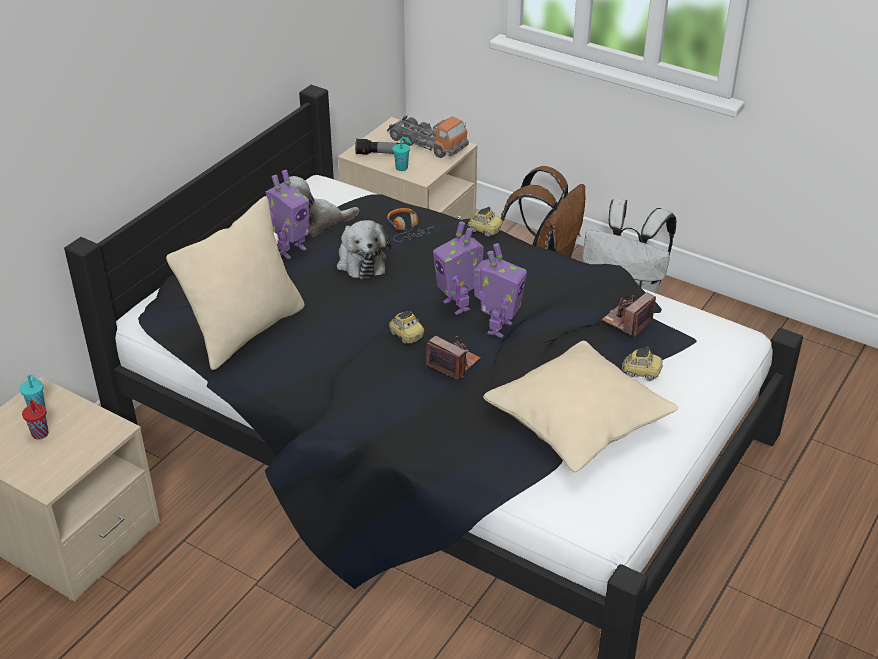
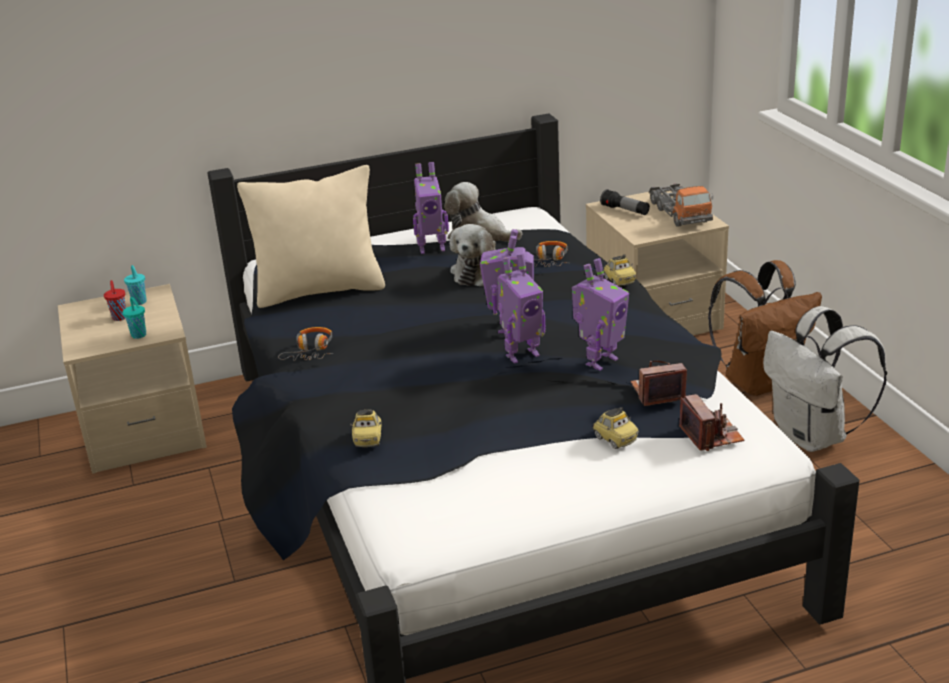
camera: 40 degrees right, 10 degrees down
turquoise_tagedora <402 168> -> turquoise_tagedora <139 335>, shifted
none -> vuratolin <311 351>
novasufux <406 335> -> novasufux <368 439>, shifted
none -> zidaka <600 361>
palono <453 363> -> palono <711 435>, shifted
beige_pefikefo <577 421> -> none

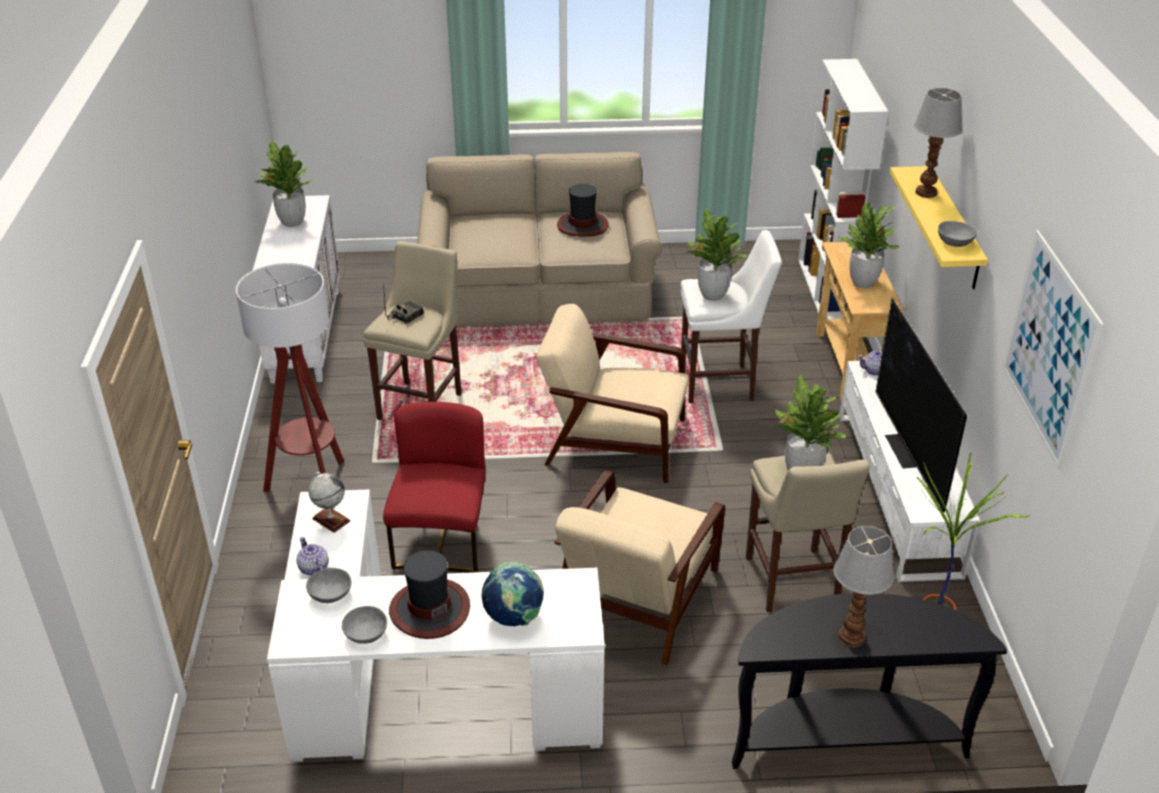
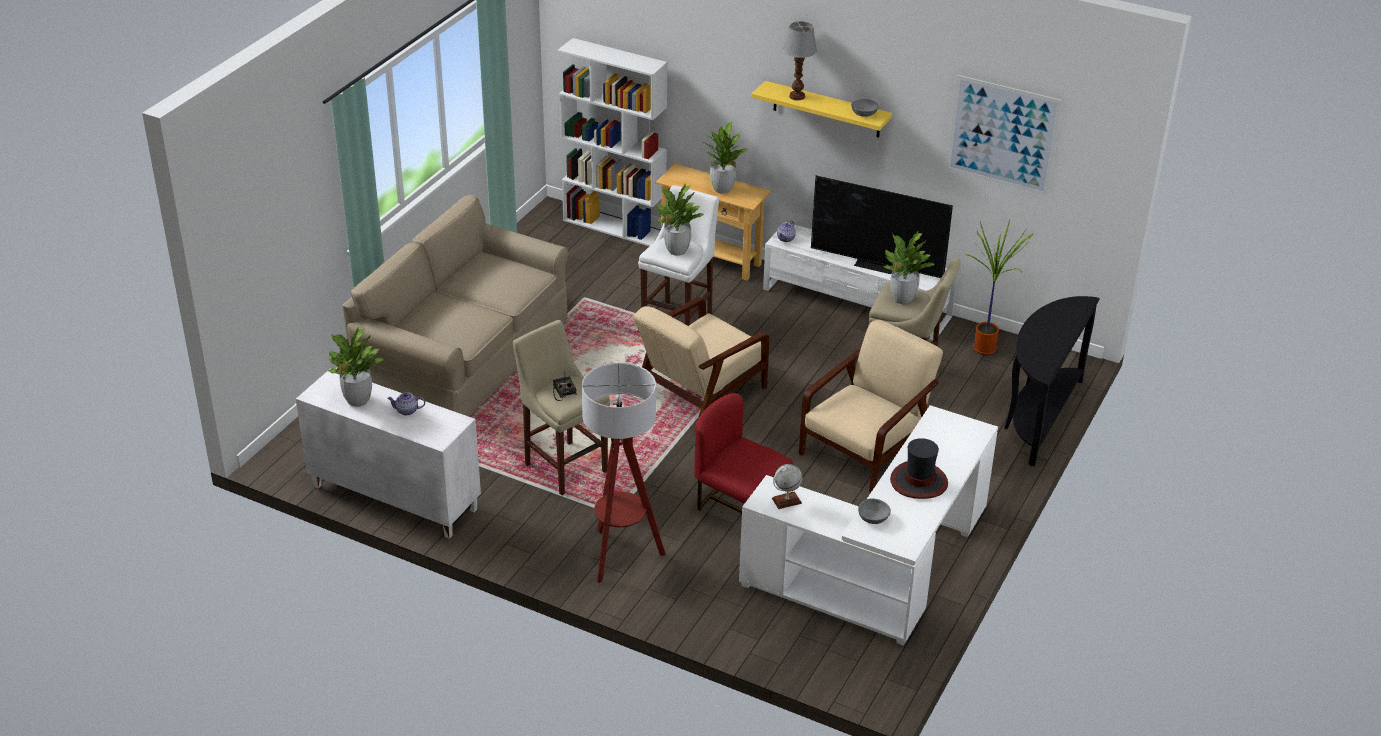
camera: 60 degrees left, 0 degrees up
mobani <313 568> -> mobani <407 411>, shifted
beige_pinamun <635 599> -> beige_pinamun <868 447>, 105 degrees counterclockwise
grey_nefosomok <366 633> -> none
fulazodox <514 617> -> none
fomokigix <583 225> -> none
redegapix <852 636> -> none

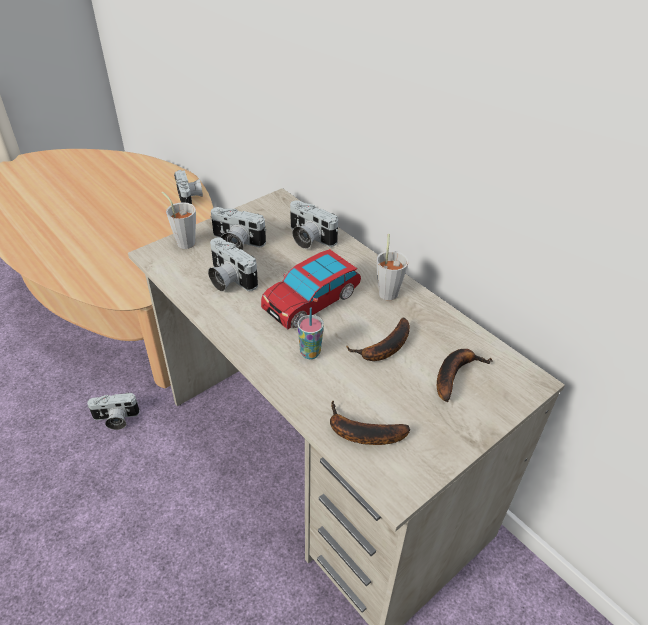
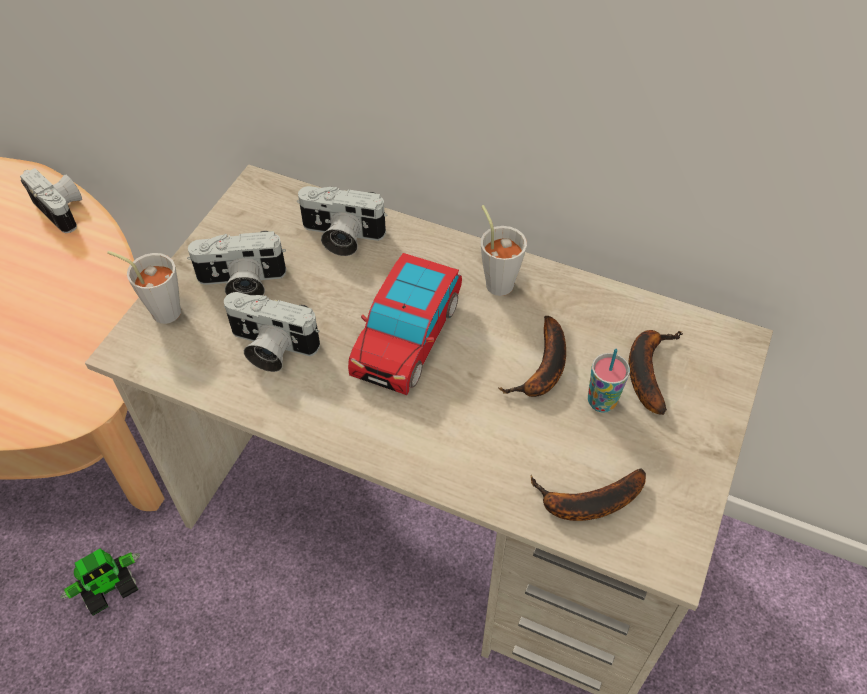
camera: 25 degrees left, 10 degrees up
palono <115 419> -> zidaka <110 588>
tagedora <310 353> -> tagedora <601 402>, shifted

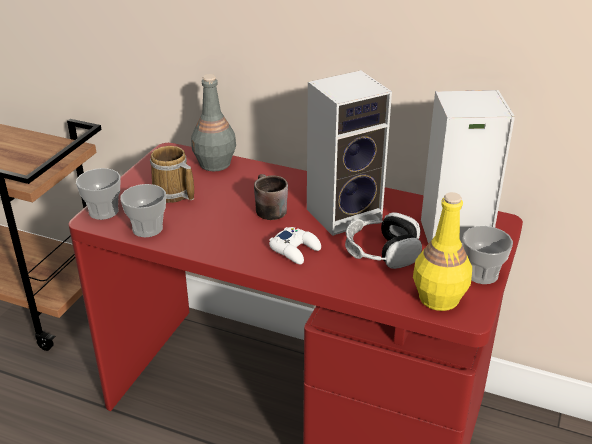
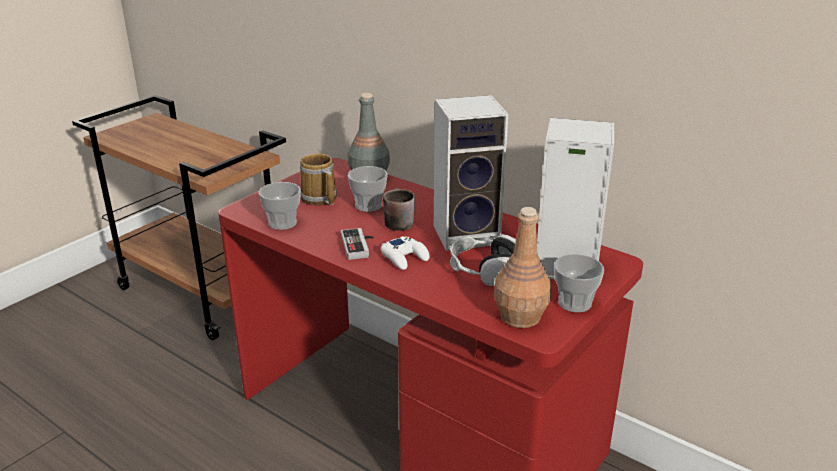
camera: 15 degrees right, 5 degrees down
none -> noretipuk <359 246>
tagedora <103 211> -> tagedora <368 205>, shifted
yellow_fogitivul <438 298> -> brown_fogitivul <519 317>

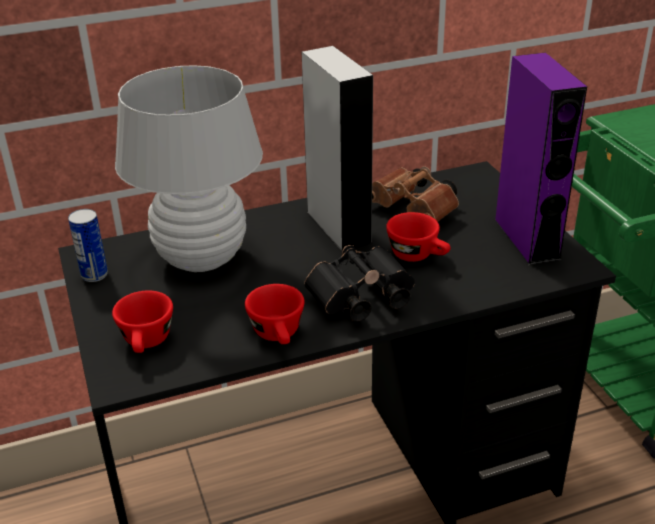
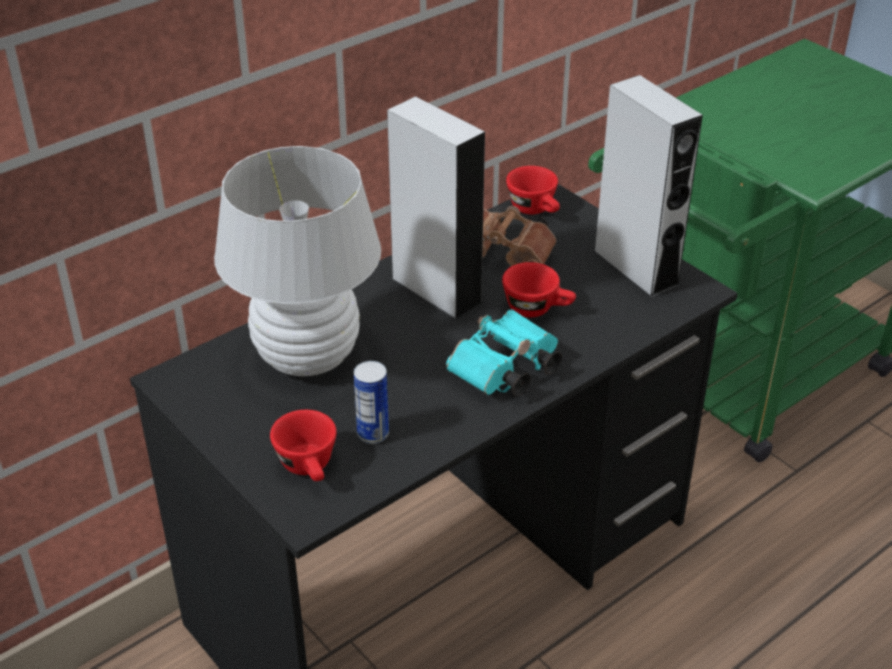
camera: 20 degrees left, 5 degrees up
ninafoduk <94 275> -> ninafoduk <373 434>, shifted
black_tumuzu <359 301> -> turquoise_tumuzu <504 372>
red_tagedora <279 335> -> red_tagedora <536 210>, shifted
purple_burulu <526 239> -> grey_burulu <636 268>

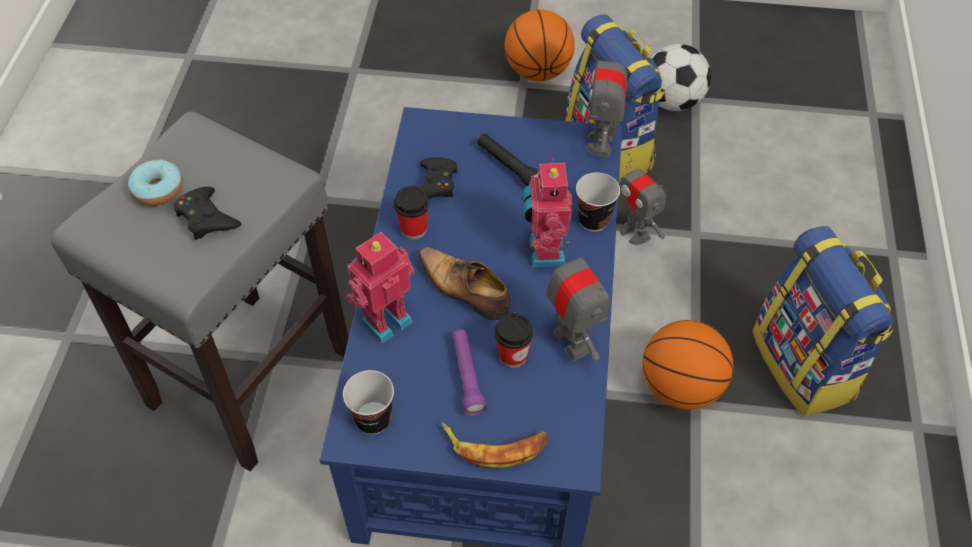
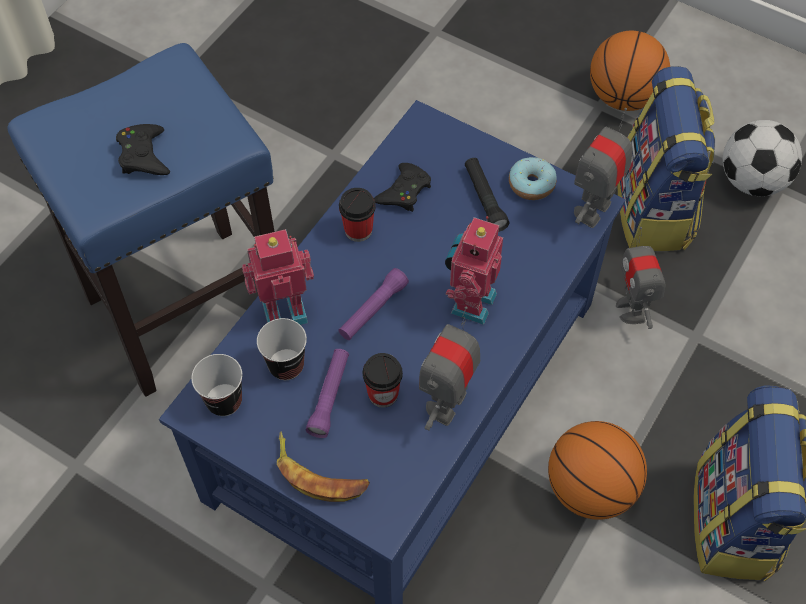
camera: 25 degrees right, 5 degrees up
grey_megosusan <251 375> -> blue_megosusan <190 306>
tagedora <593 220> -> tagedora <286 365>, shifted
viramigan <464 289> -> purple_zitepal <373 310>
zidaka <572 341> -> zidaka <447 404>, 150 degrees counterclockwise
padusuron <158 189> -> padusuron <531 184>, shifted

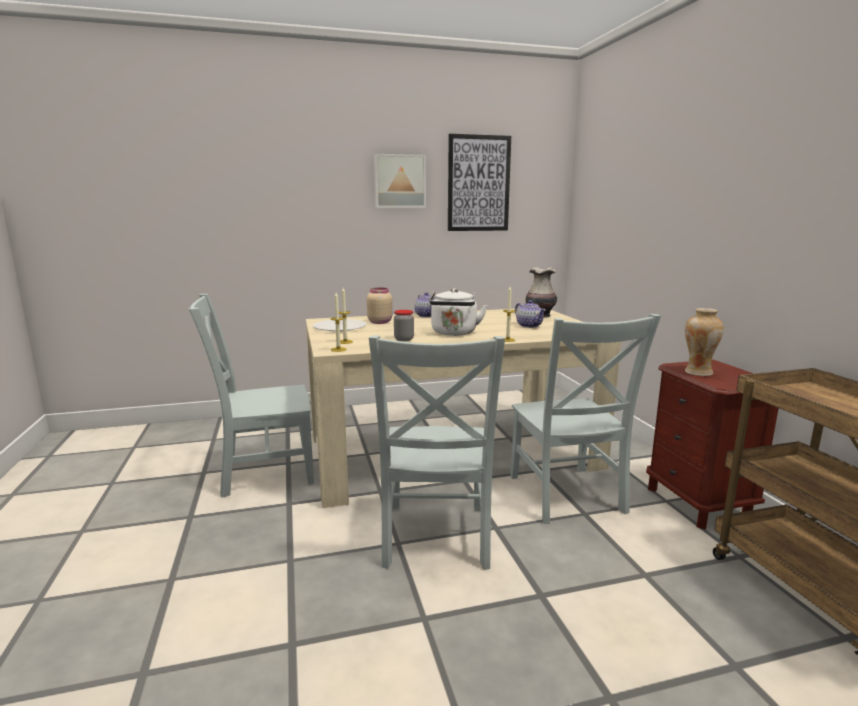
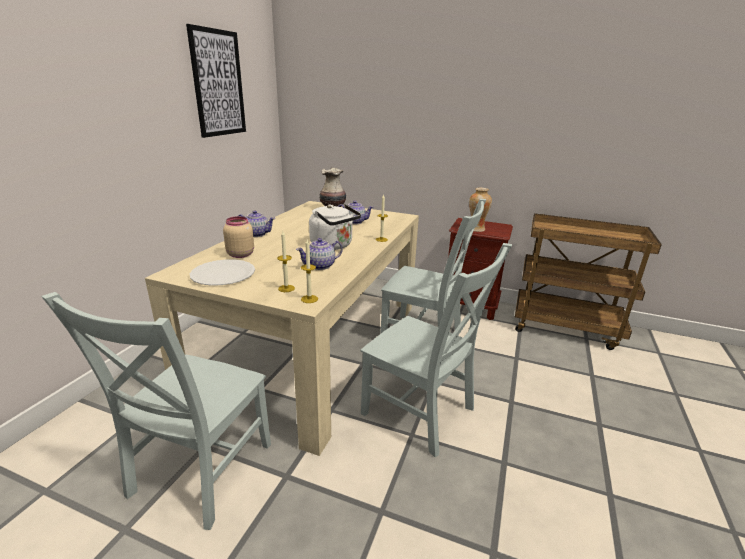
camera: 55 degrees left, 10 degrees up
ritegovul <404 339> -> mobani <320 266>
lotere <399 181> -> none

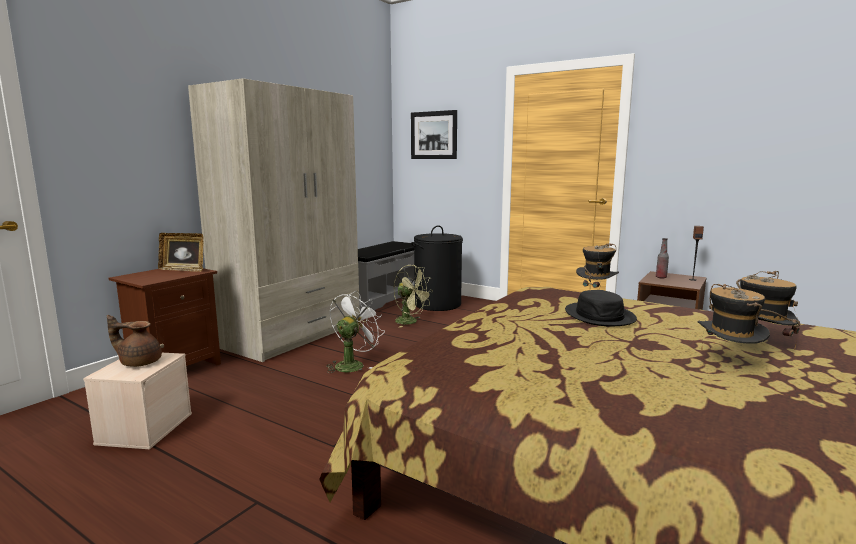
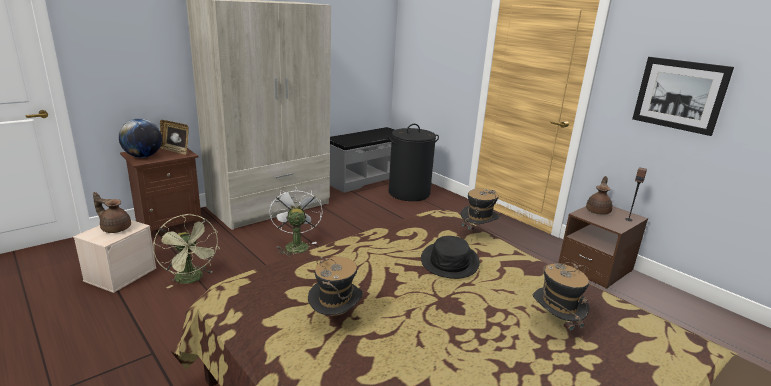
camera: 15 degrees right, 10 degrees up
none -> fulazodox <143 156>
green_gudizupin <411 322> -> green_gudizupin <192 279>, shifted
white_gudizupin <352 364> -> white_gudizupin <295 245>, 60 degrees counterclockwise
fomokigix <727 362> -> fomokigix <335 321>, shifted
fogitivul <661 277> -> brown_mobani <598 211>
lotere <433 135> -> lotere <679 95>, shifted

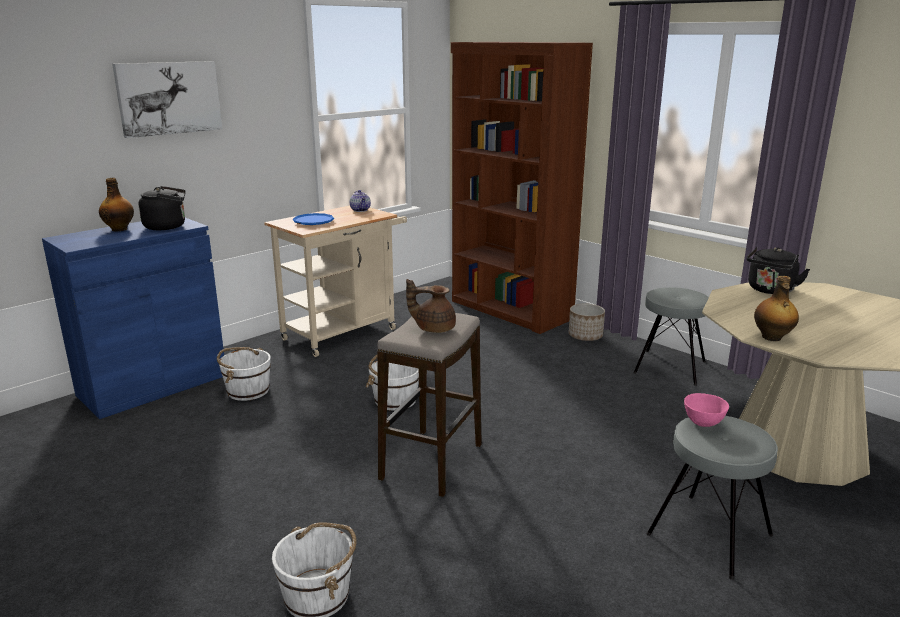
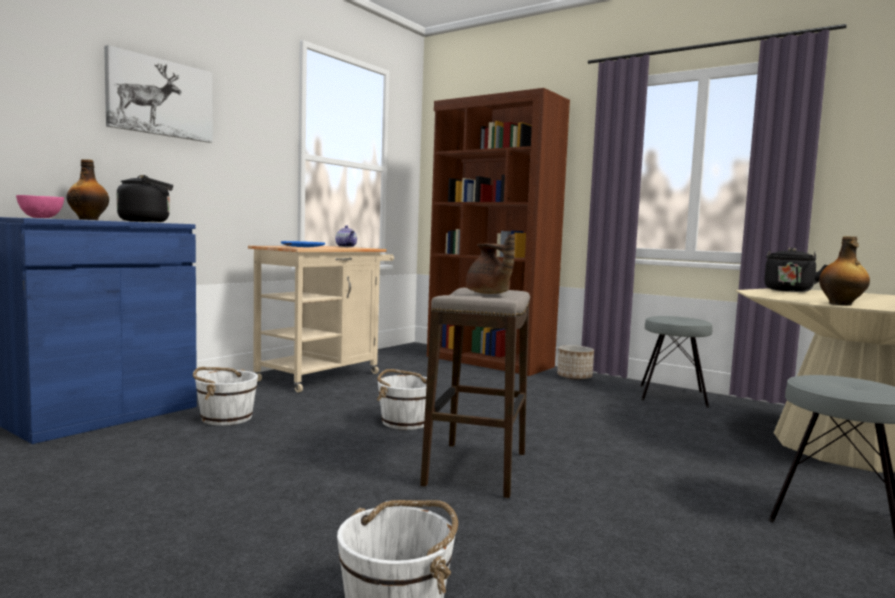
camera: 10 degrees left, 15 degrees down
pink_nefosomok <704 423> -> pink_nefosomok <42 218>, shifted
brown_mobani <433 328> -> brown_mobani <489 293>, 120 degrees counterclockwise

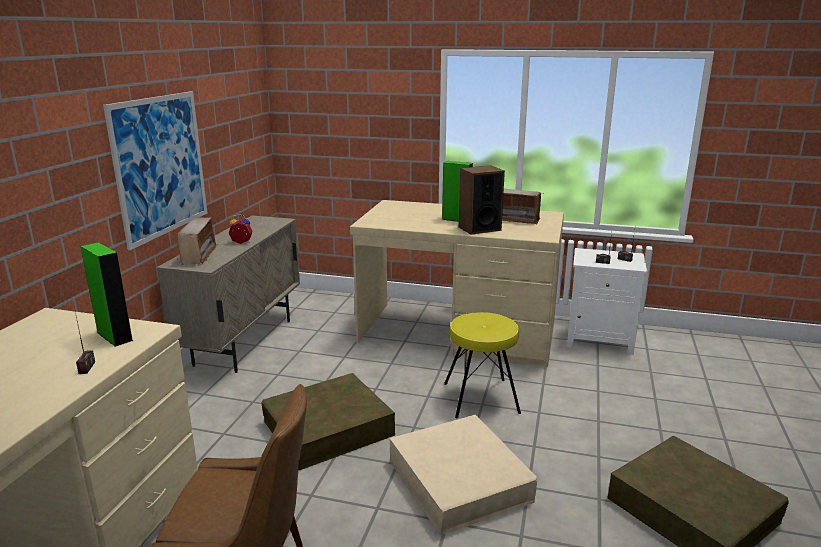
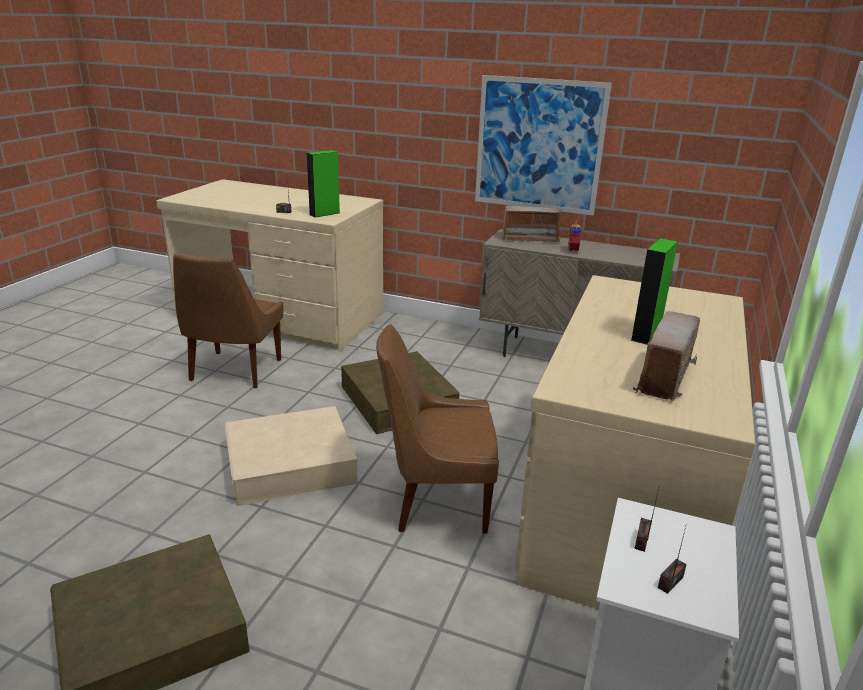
camera: 95 degrees right, 5 degrees up
yellow_megosusan <480 398> -> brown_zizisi <436 500>
burulu <479 228> -> none

